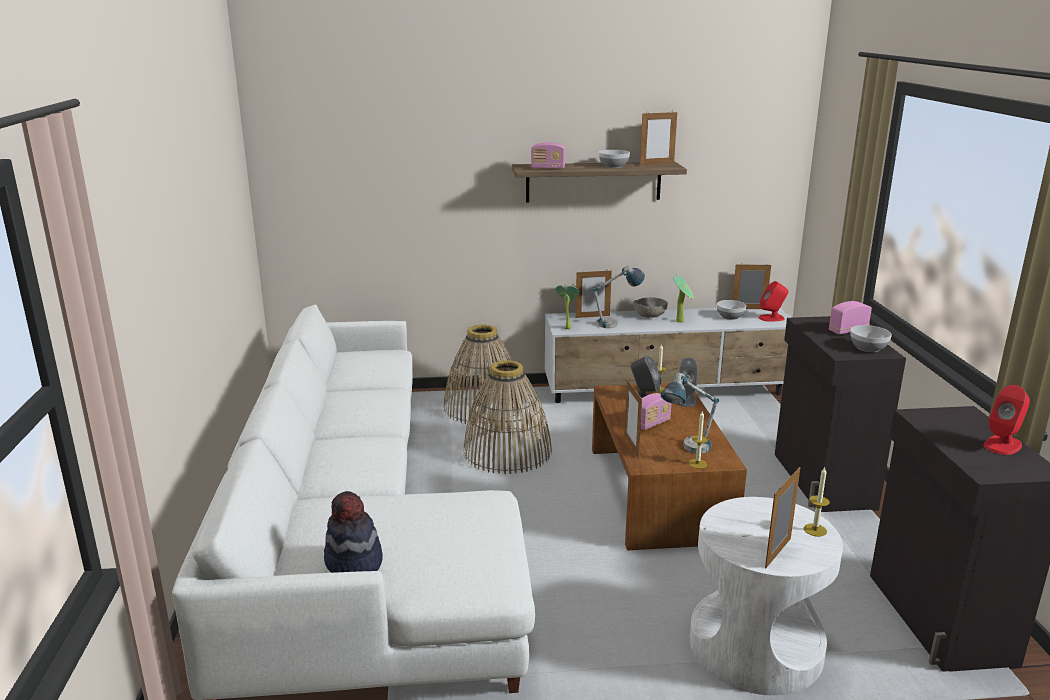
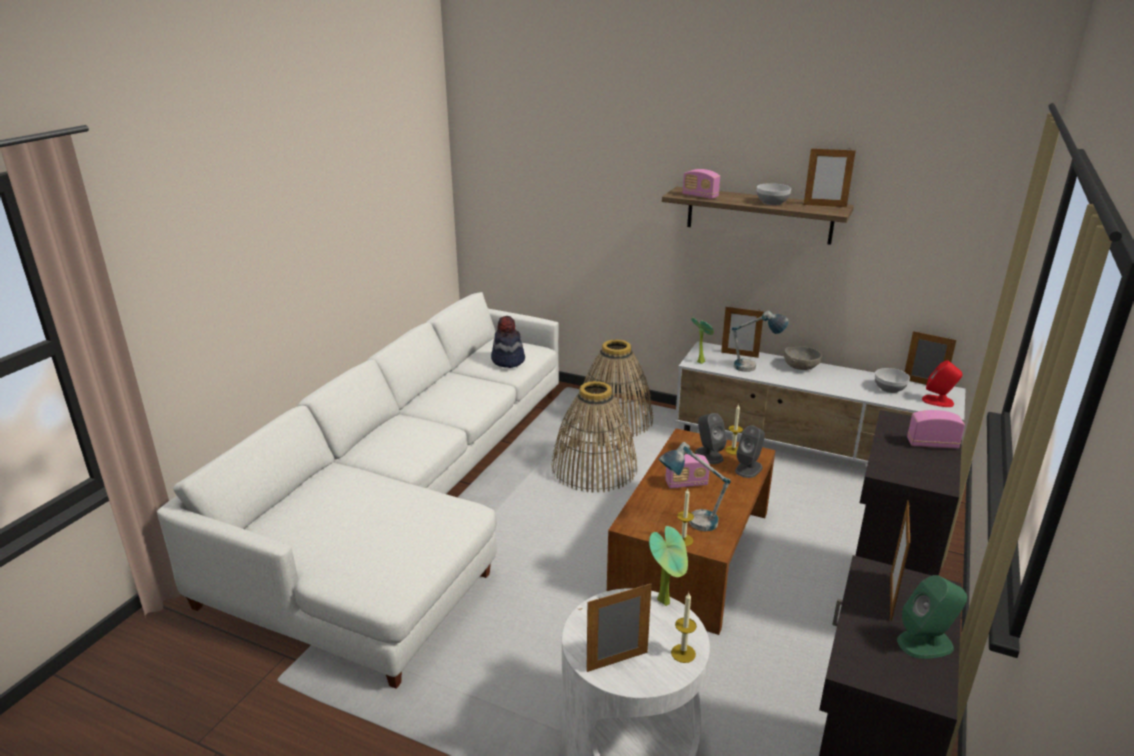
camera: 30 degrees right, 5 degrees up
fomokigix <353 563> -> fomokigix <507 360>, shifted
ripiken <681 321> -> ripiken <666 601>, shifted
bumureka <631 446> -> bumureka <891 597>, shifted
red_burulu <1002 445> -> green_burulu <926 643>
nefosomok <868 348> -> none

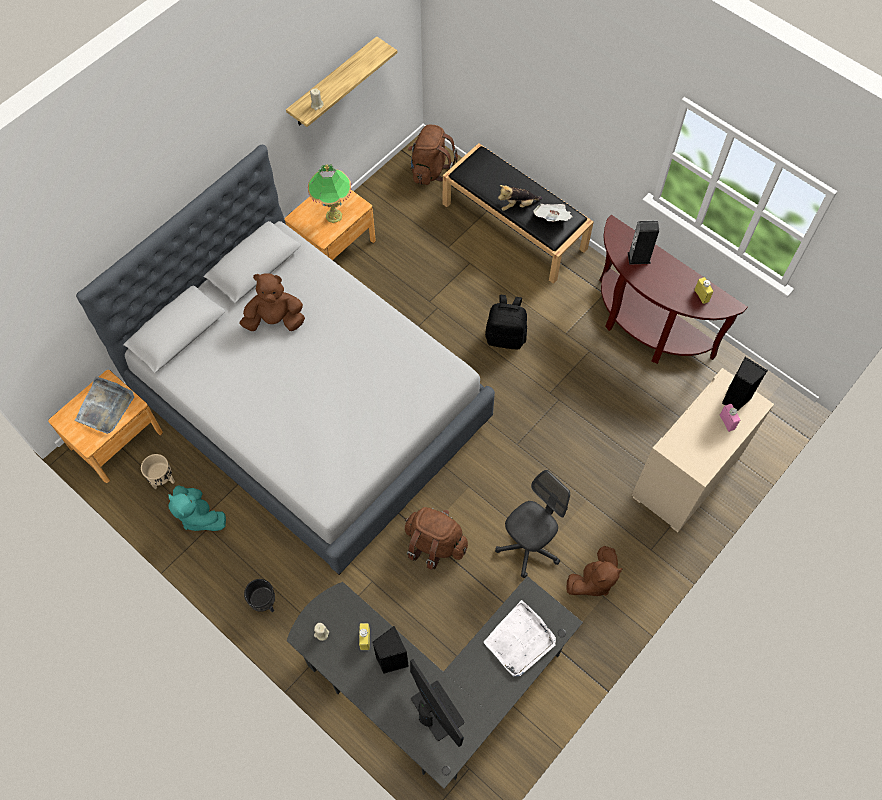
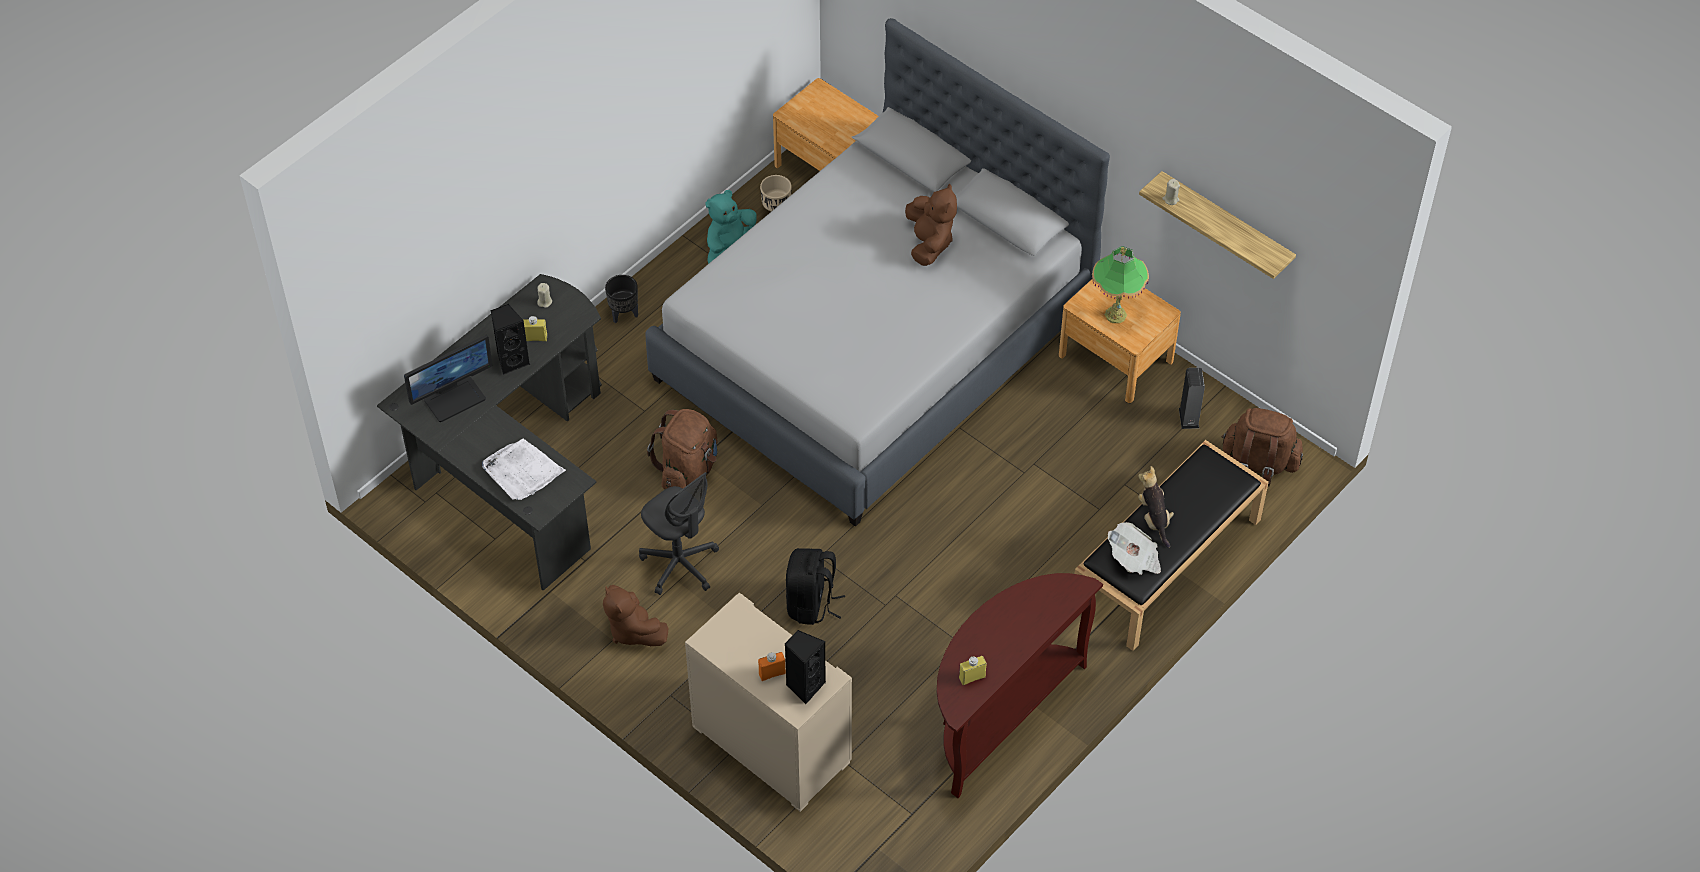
camera: 90 degrees right, 10 degrees down
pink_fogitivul <727 422> -> orange_fogitivul <772 673>
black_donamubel <506 337> -> black_donamubel <811 604>, shifted
burulu <639 258> -> burulu <1189 418>, shifted
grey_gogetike <105 407> -> none

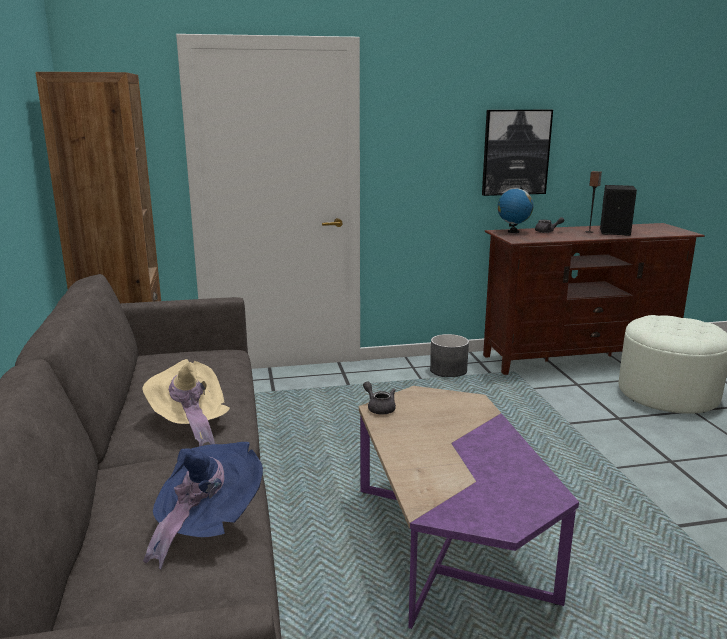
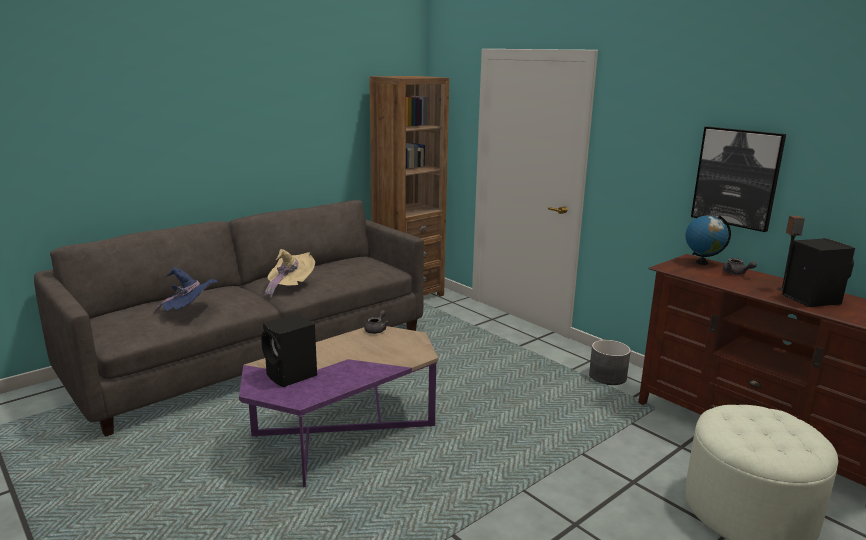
camera: 60 degrees right, 0 degrees up
none -> black_burulu <292 376>

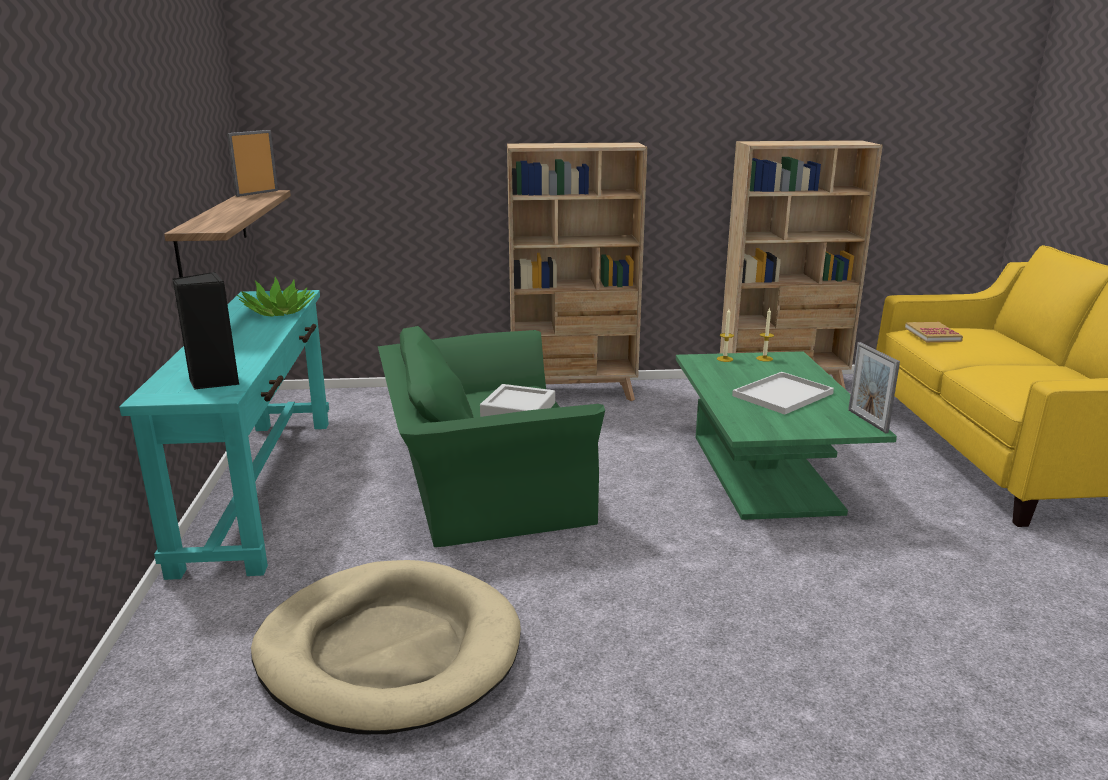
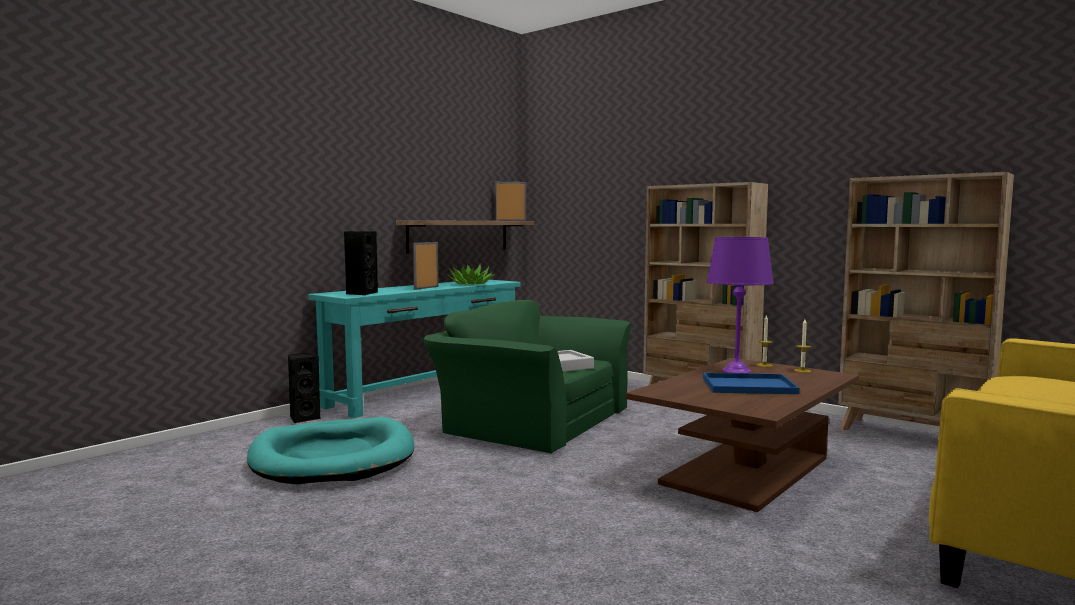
camera: 45 degrees right, 15 degrees down
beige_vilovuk <389 651> -> turquoise_vilovuk <333 458>
none -> black_burulu <303 418>
bumureka <867 421> -> bumureka <426 288>, shifted
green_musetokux <764 473> -> brown_musetokux <746 471>
white_gogetike <783 394> -> blue_gogetike <750 385>
none -> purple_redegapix <736 370>
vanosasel <932 334> -> none

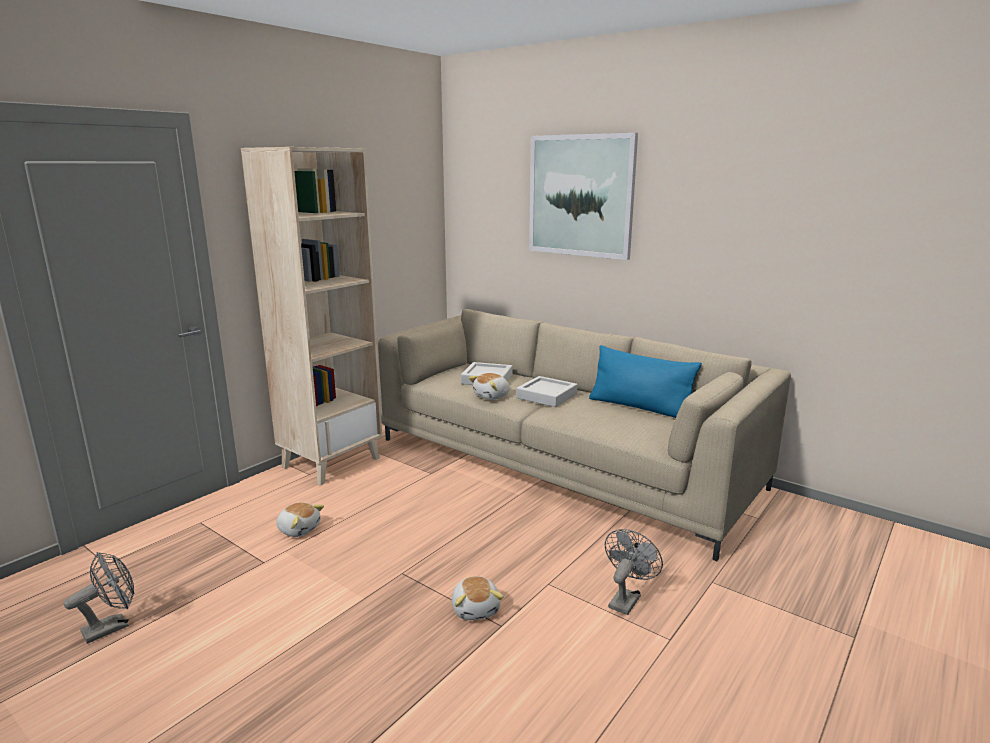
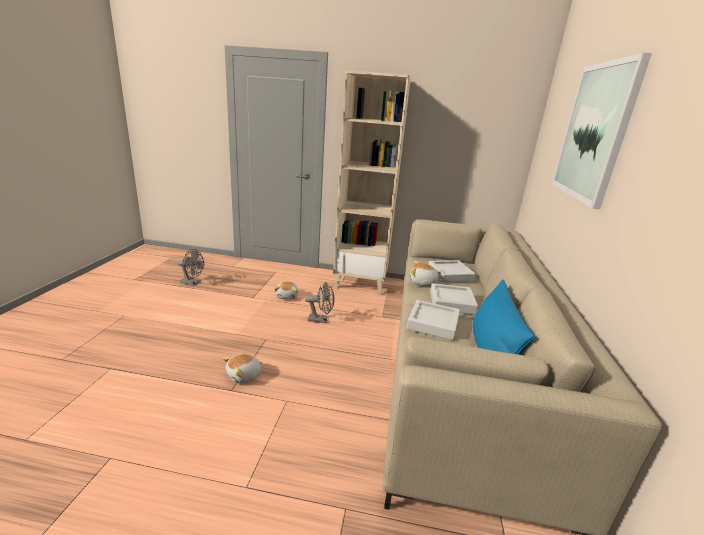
camera: 60 degrees right, 5 degrees up
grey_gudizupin <626 598> -> grey_gudizupin <321 319>, shifted
none -> grey_gogetike <433 323>

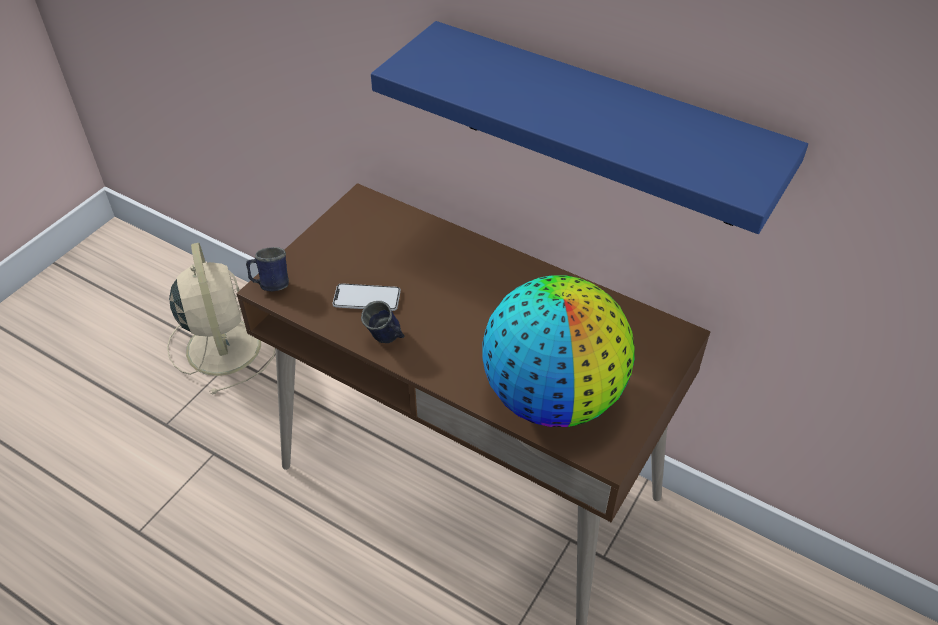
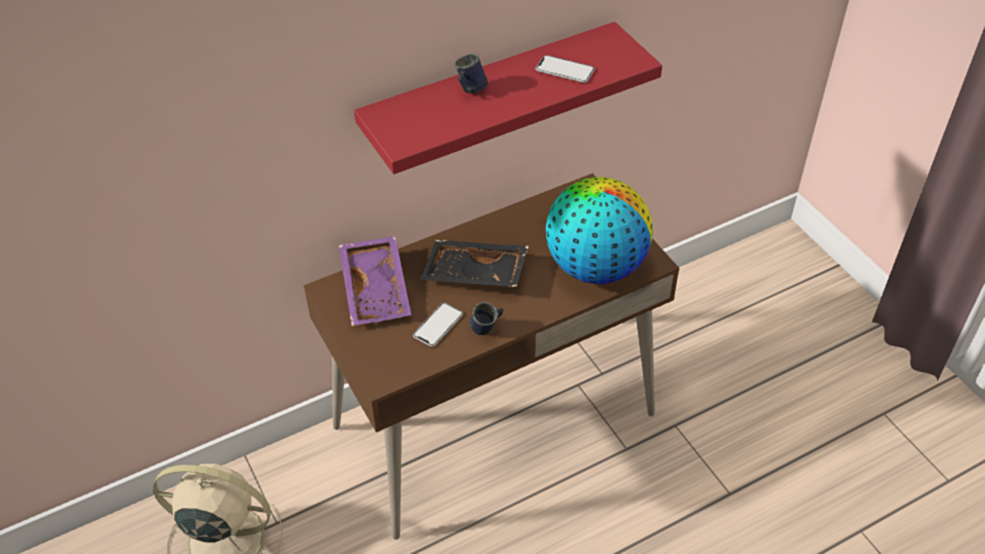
camera: 60 degrees left, 0 degrees up
none -> purple_gogetike <377 289>
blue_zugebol <601 126> -> red_zugebol <490 98>
none -> black_gogetike <474 274>
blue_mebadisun <270 284> -> blue_mebadisun <470 91>, shifted
none -> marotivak <565 70>

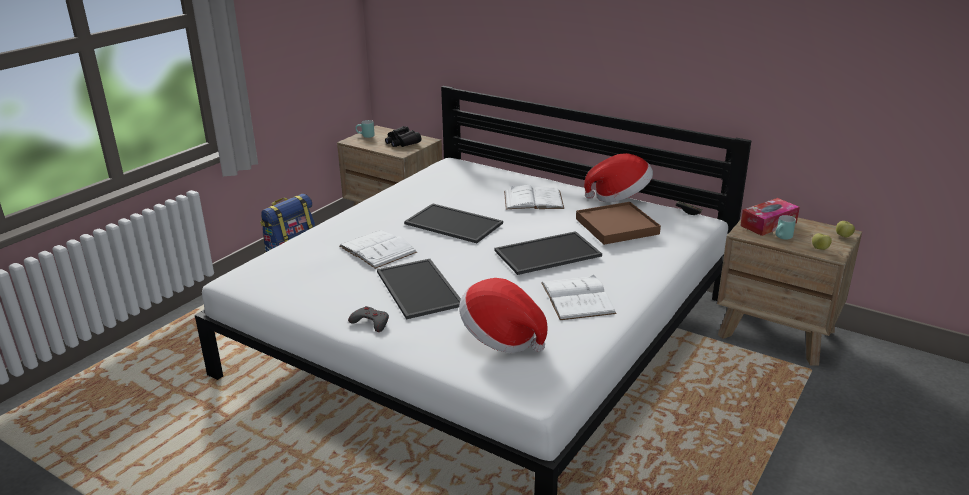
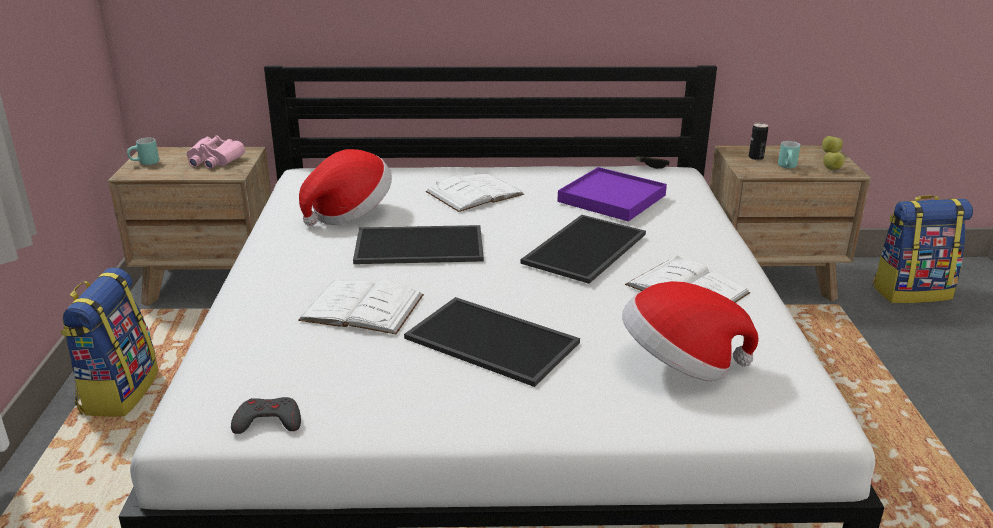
camera: 35 degrees left, 0 degrees up
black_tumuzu <402 142> -> pink_tumuzu <214 160>
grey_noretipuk <370 322> -> grey_noretipuk <268 421>, shifted
fomokigix <619 197> -> fomokigix <349 213>, shifted
brown_gogetike <617 226> -> purple_gogetike <611 198>
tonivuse <768 224> -> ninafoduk <756 157>
none -> donamubel <911 292>

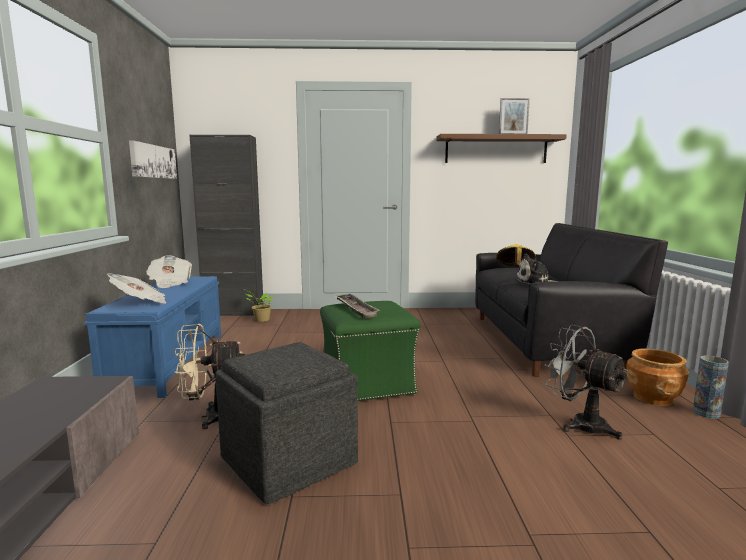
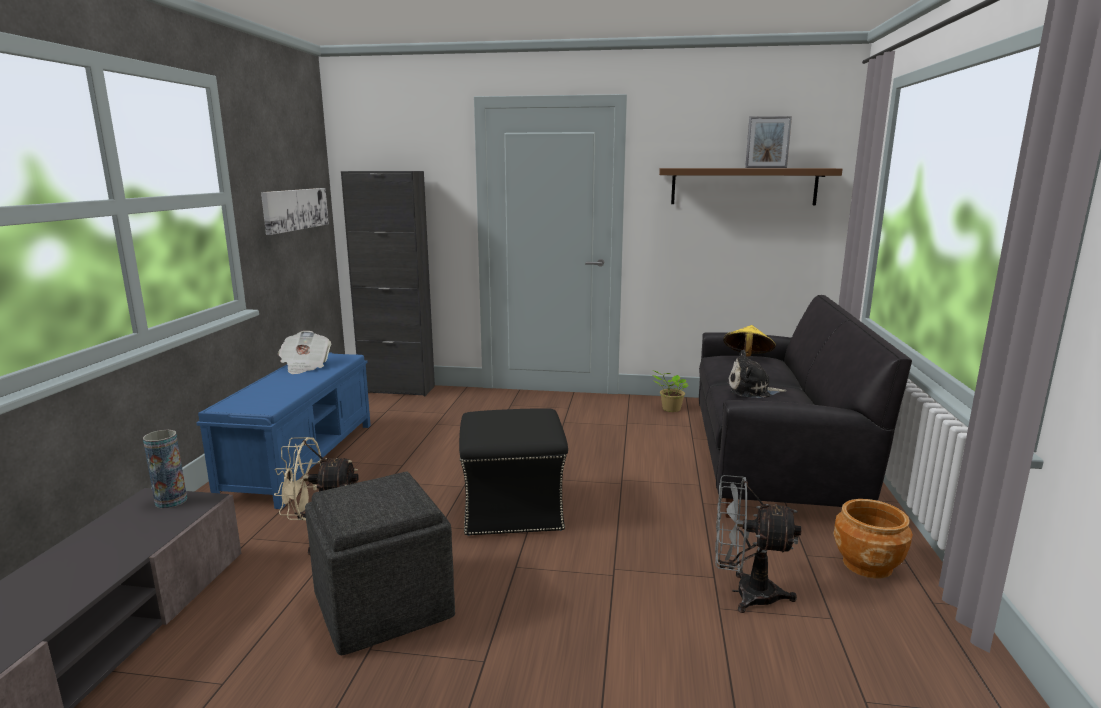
camera: 10 degrees right, 5 degrees up
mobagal <706 413> -> mobagal <171 501>, shifted
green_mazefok <368 383> -> black_mazefok <514 509>
ripiken <260 320> -> ripiken <670 409>, shifted
grey_gudizupin <580 424> -> grey_gudizupin <744 593>, 45 degrees counterclockwise
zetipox <140 303> -> none
gogetike <355 309> -> none

